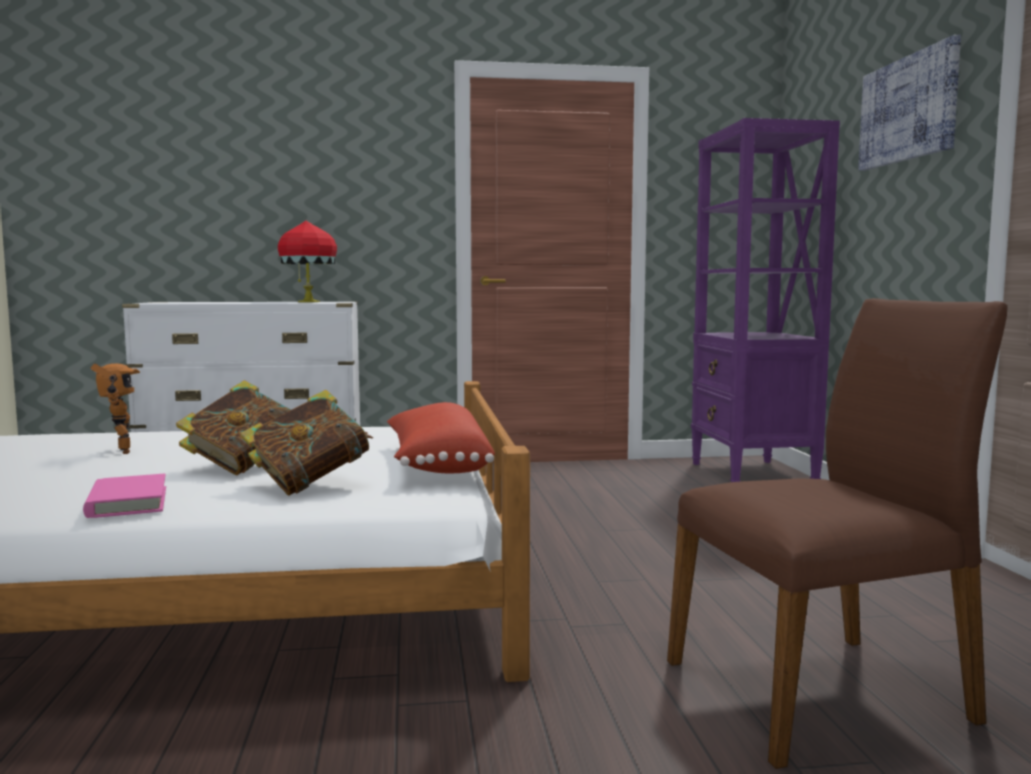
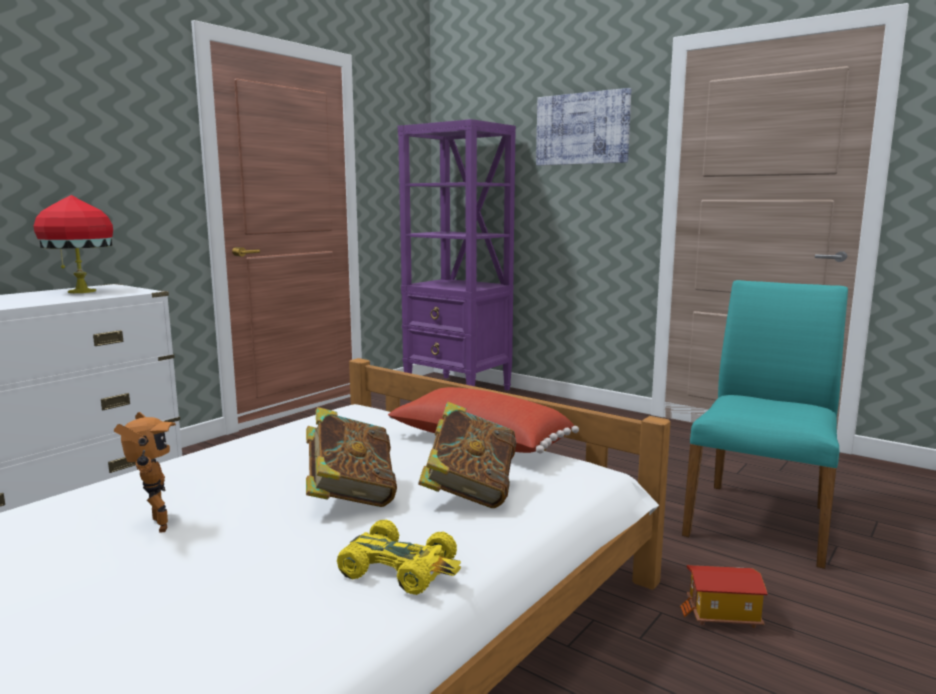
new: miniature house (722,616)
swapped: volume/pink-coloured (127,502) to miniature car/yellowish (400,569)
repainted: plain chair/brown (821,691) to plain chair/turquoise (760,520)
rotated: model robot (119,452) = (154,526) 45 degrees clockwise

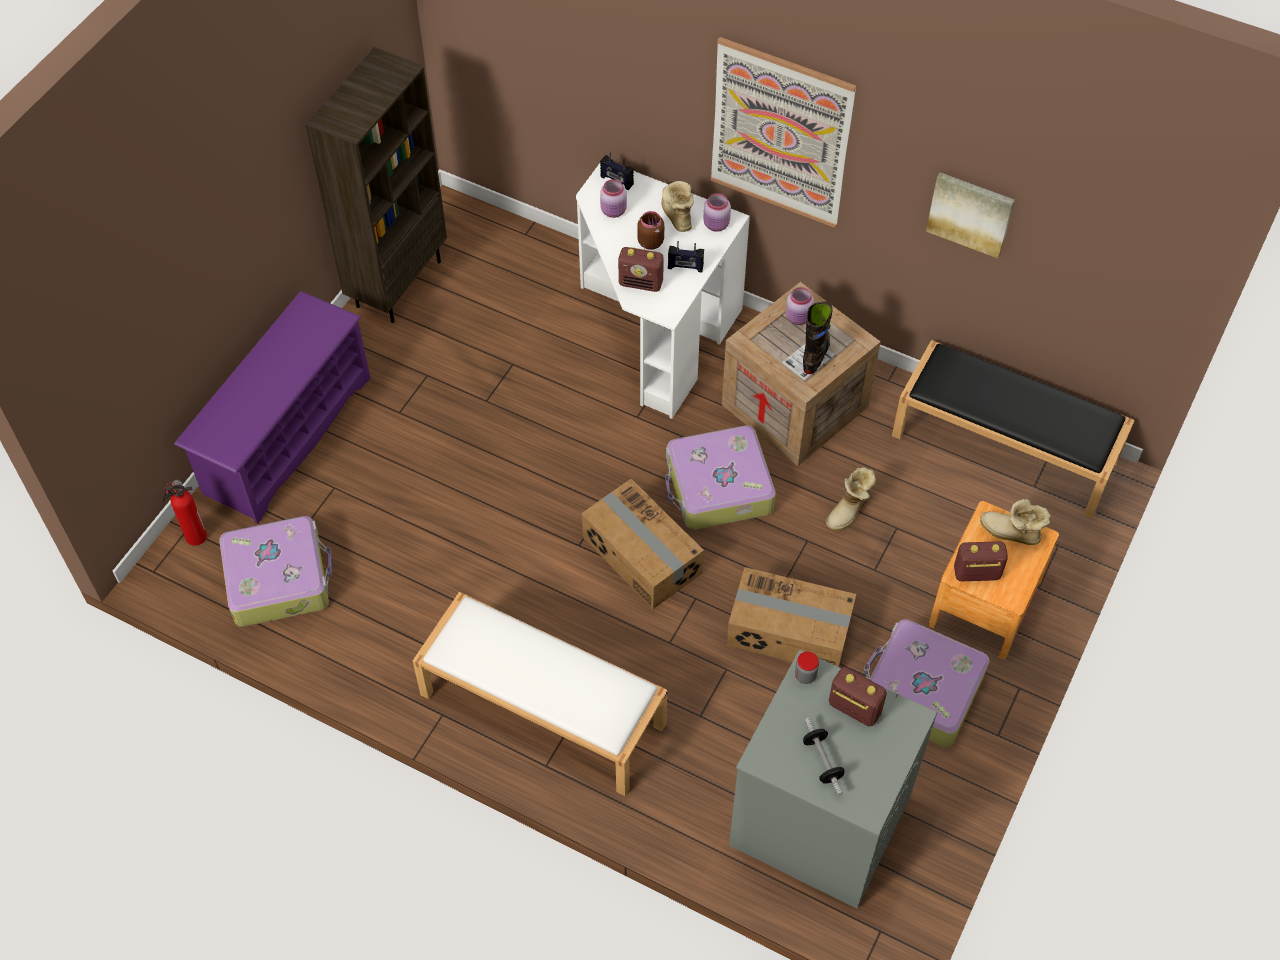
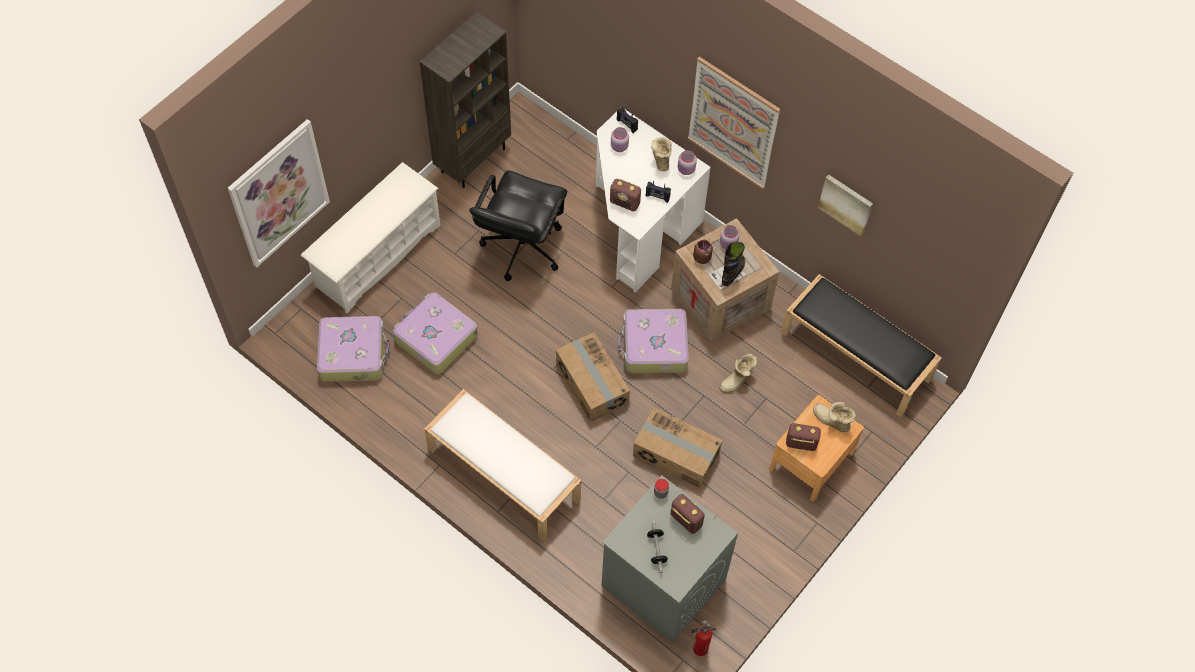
new: picture (279,193); office chair/black (521,247)
shifted: fire-fighting cylinder (194,537) to (699,648); preserve jar/brown (650,242) to (702,257); suitcase (920,691) to (435,338)
repainted: shoe shelf/purplish (287,435) to shoe shelf/white (377,255)

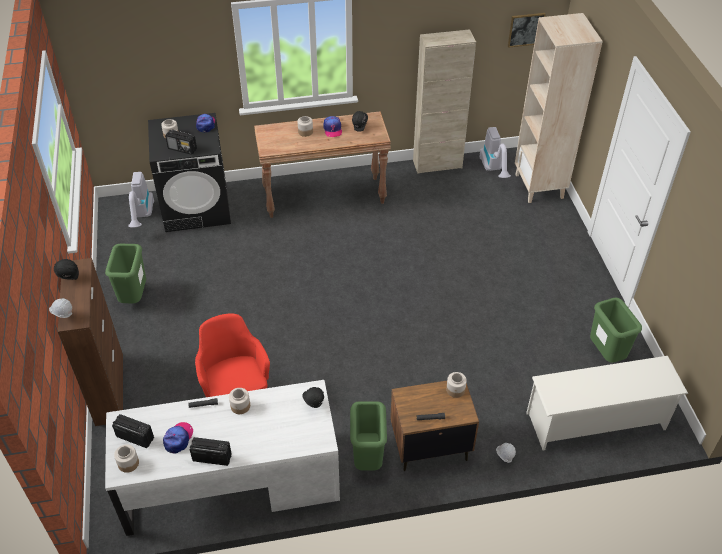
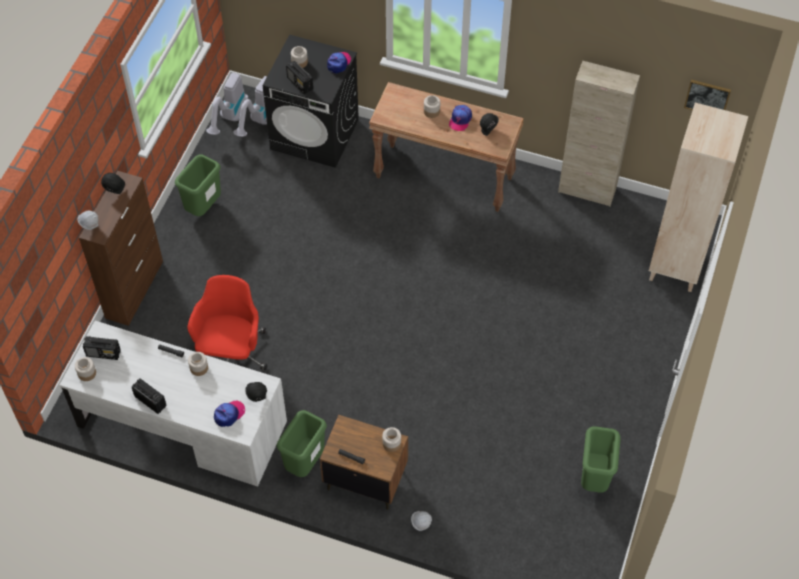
gone: shoe shelf/white (596,421)
shifted: peaked cap (178,438) to (229,414); vacuum (494,170) to (229,119)
rotated: radio receiver (135,437) = (104,353) 135 degrees clockwise

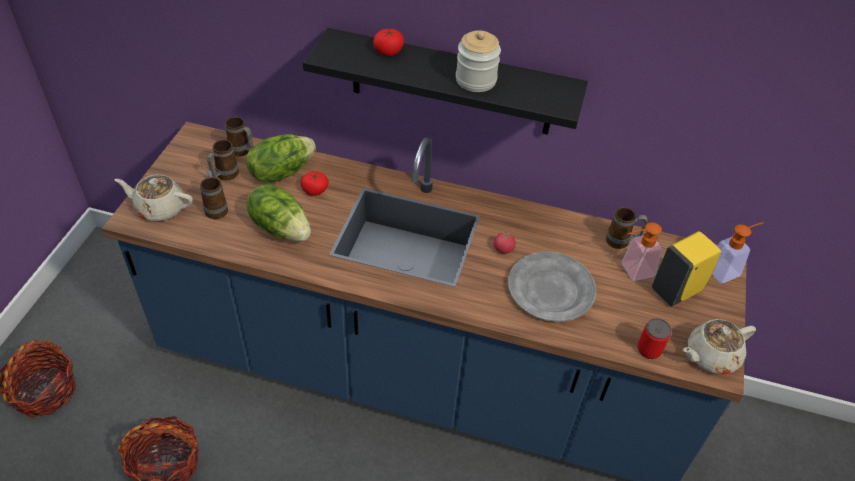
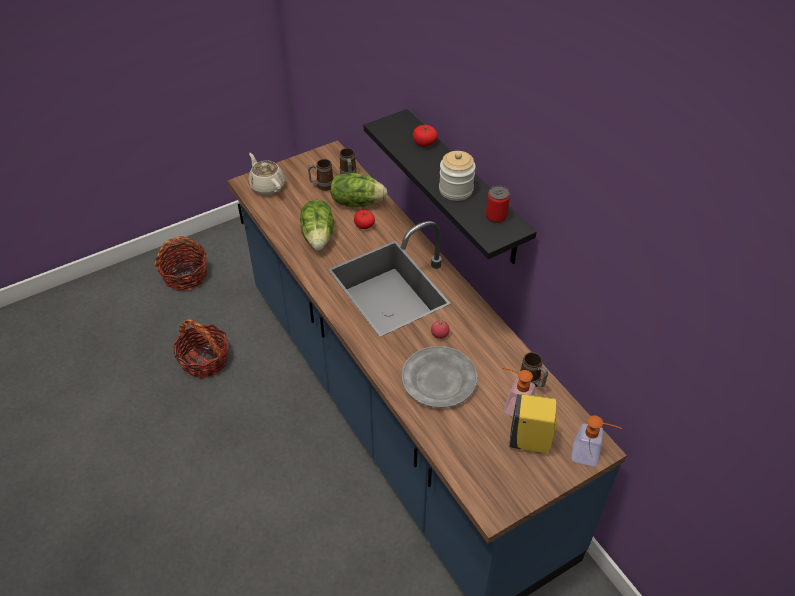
gone: tea mug (216,208); teapot/beige (710,356)
shifted: metal can (649,350) to (496,216)

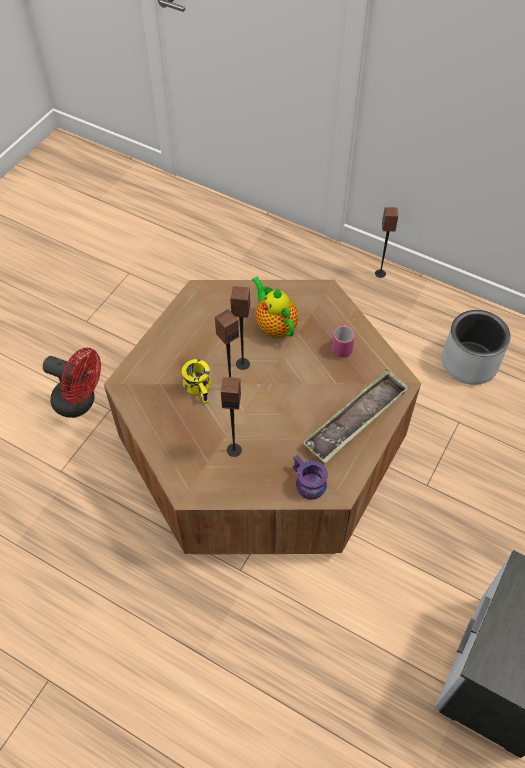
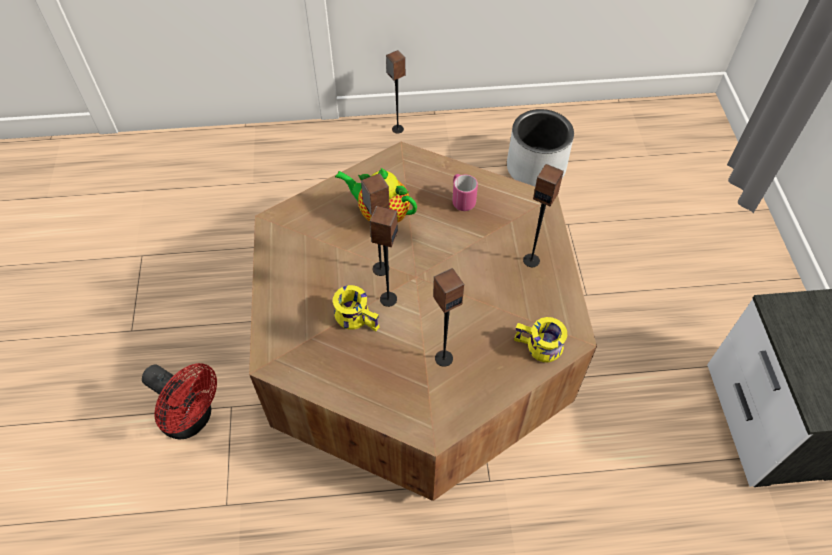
swapped: serving tray (356,420) to speaker (531,260)
repainted: tea mug/purplish (306,484) to tea mug/yellowish (538,348)
rotated: electric fan/red-coloured (80,402) = (192,419) 45 degrees clockwise

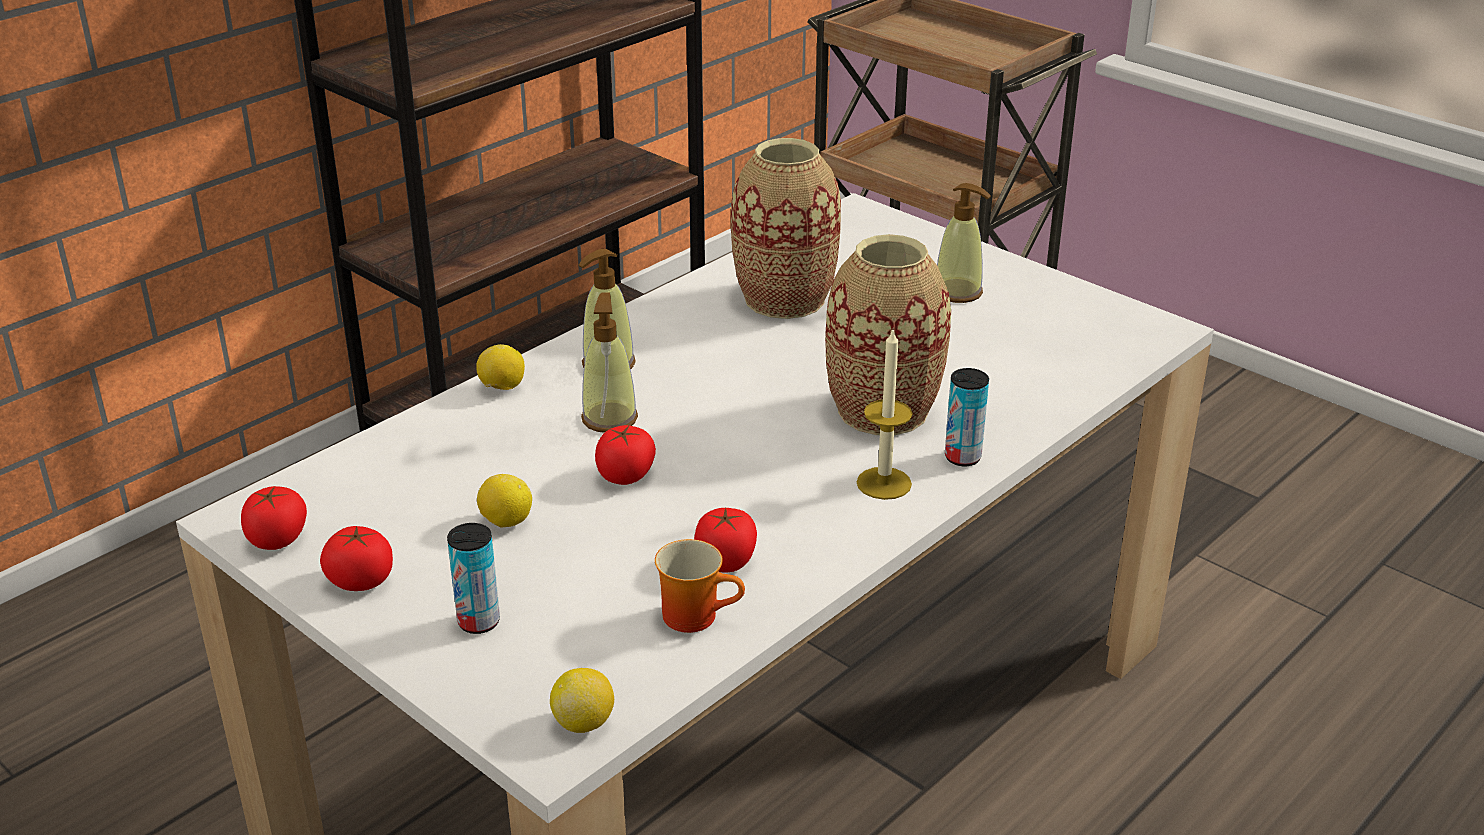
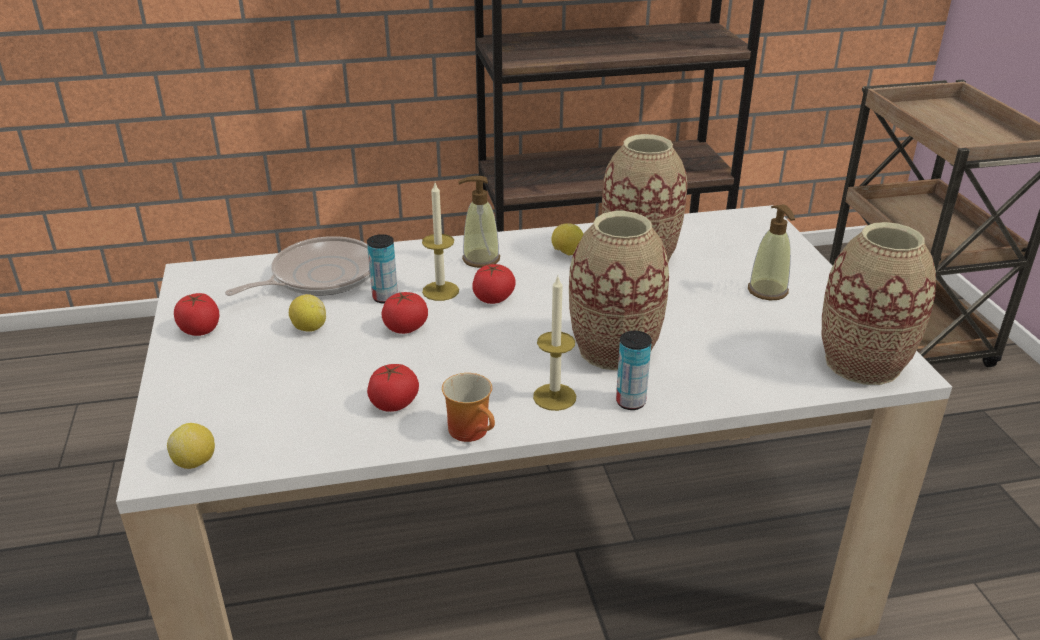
new: frying pan (319,277); flower vase (862,363)
shifted: fresh tomato (277,539) to (493,298); metal can (479,622) to (385,297); whole lemon (502,388) to (567,253); tea mug (697,614) to (473,431)
swapped: soap bottle (609,418) to wax light (440,291)

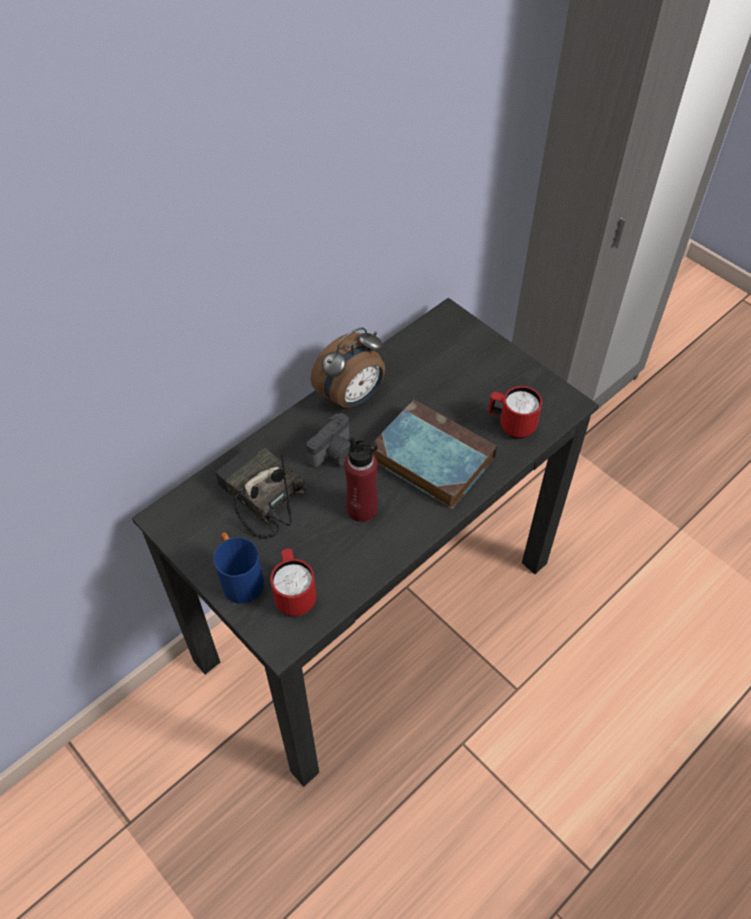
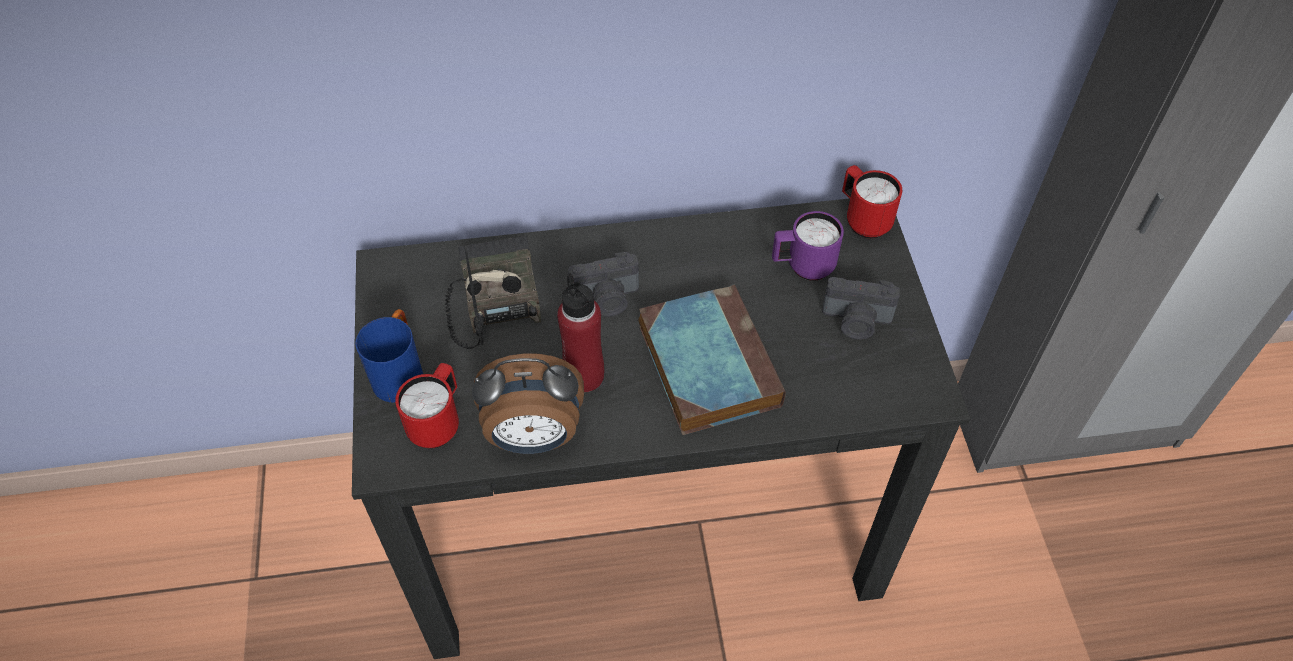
new: tea mug/purplish (802,267); photo camera (856,322)
shifted: table clock (352,397) to (533,437); tea mug/red-coloured (511,425) to (863,220)

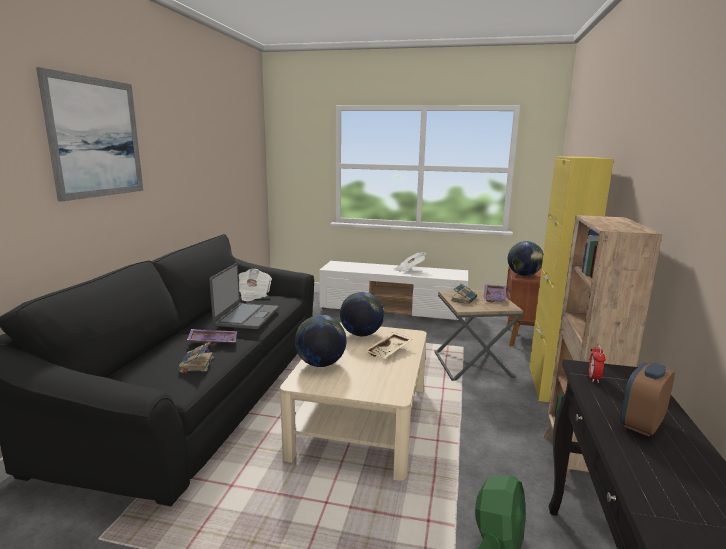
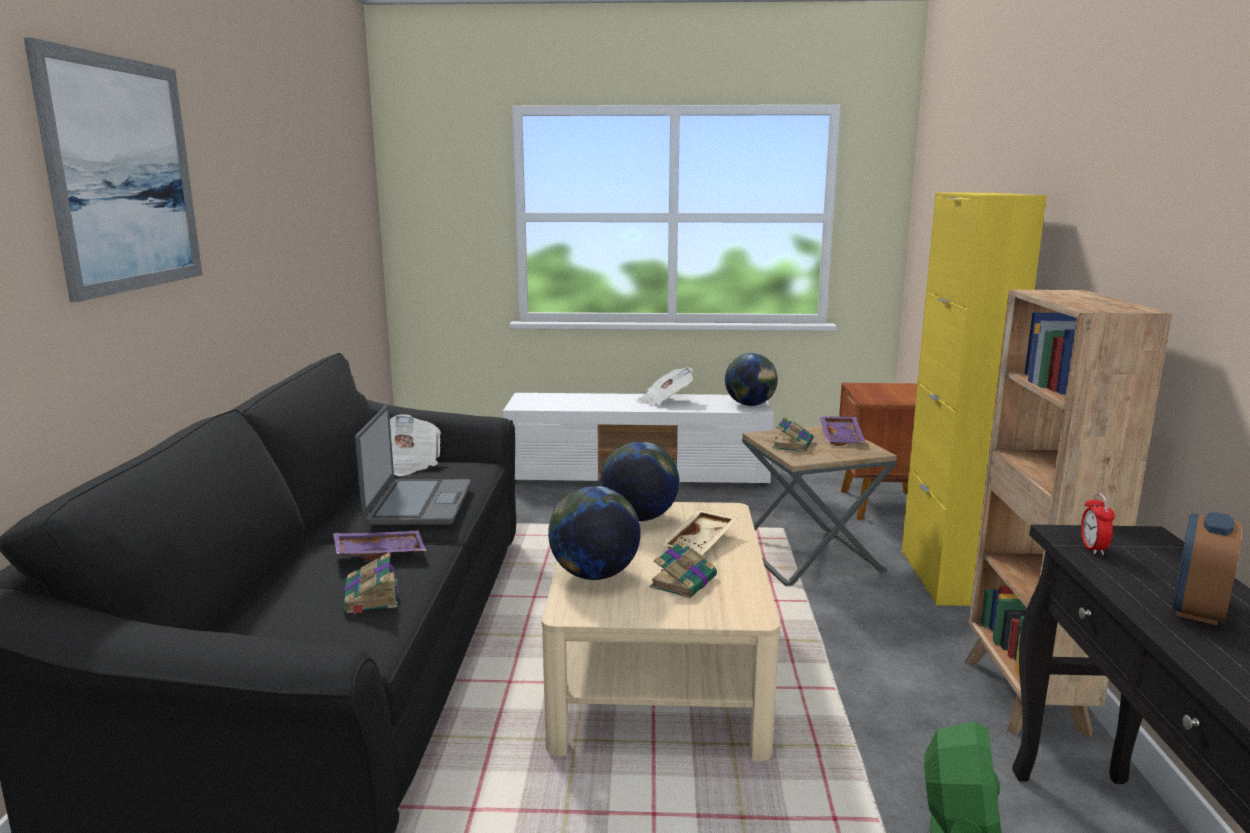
new: volume (684,581)
shifted: globe (523,275) to (750,405)

